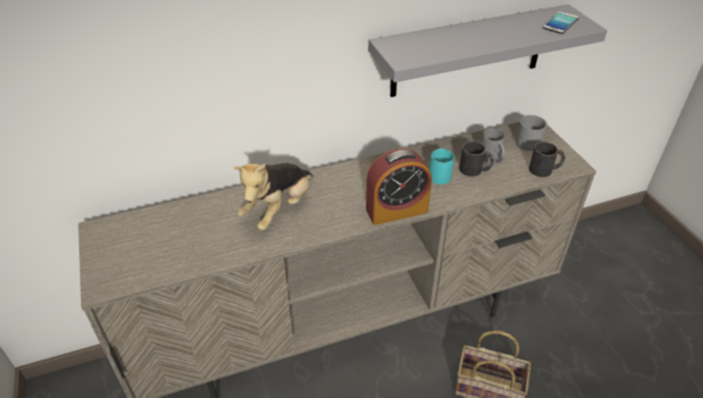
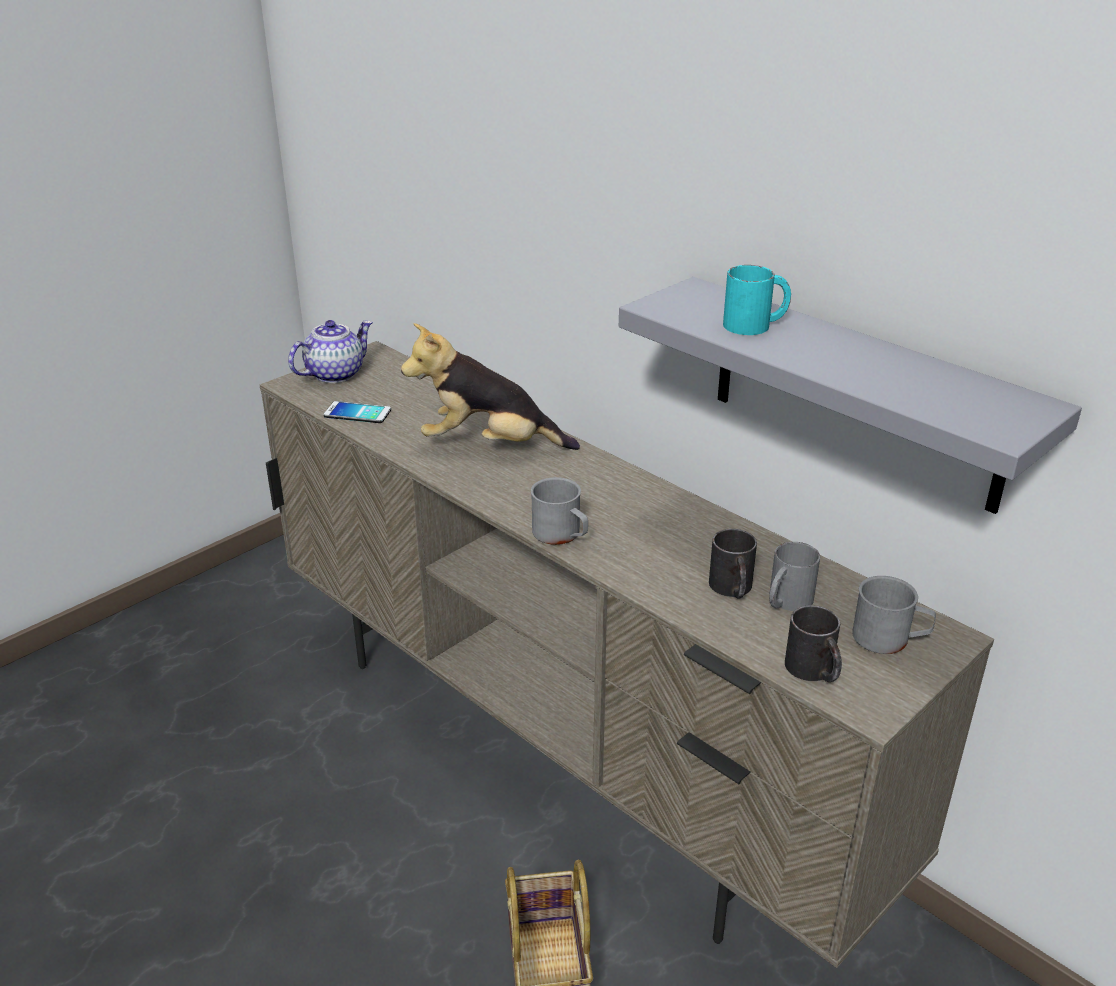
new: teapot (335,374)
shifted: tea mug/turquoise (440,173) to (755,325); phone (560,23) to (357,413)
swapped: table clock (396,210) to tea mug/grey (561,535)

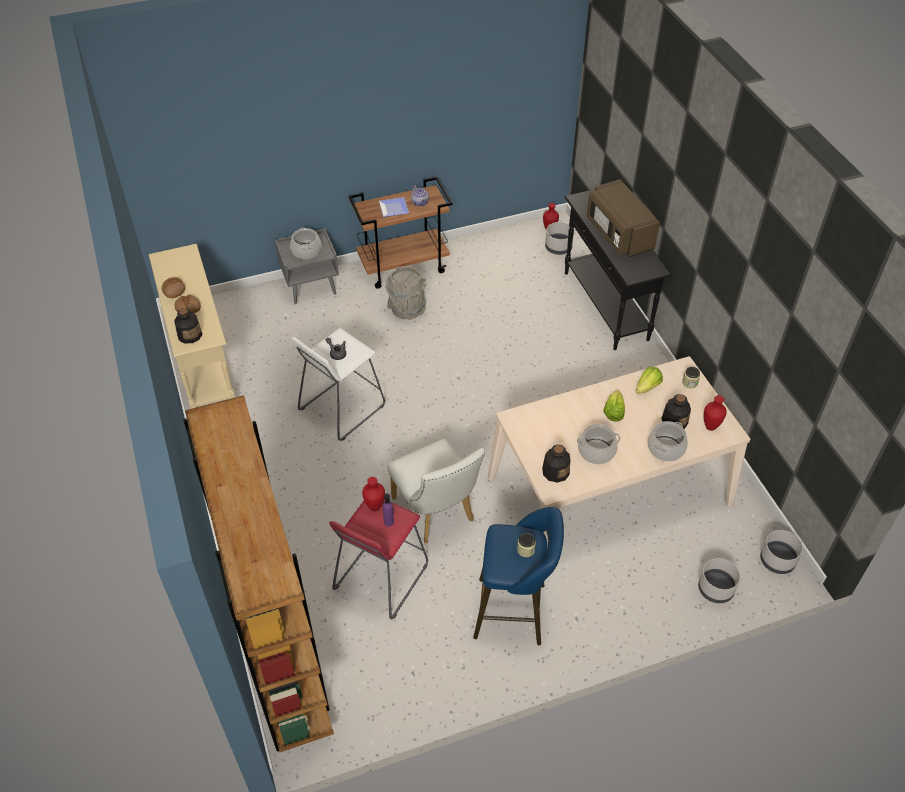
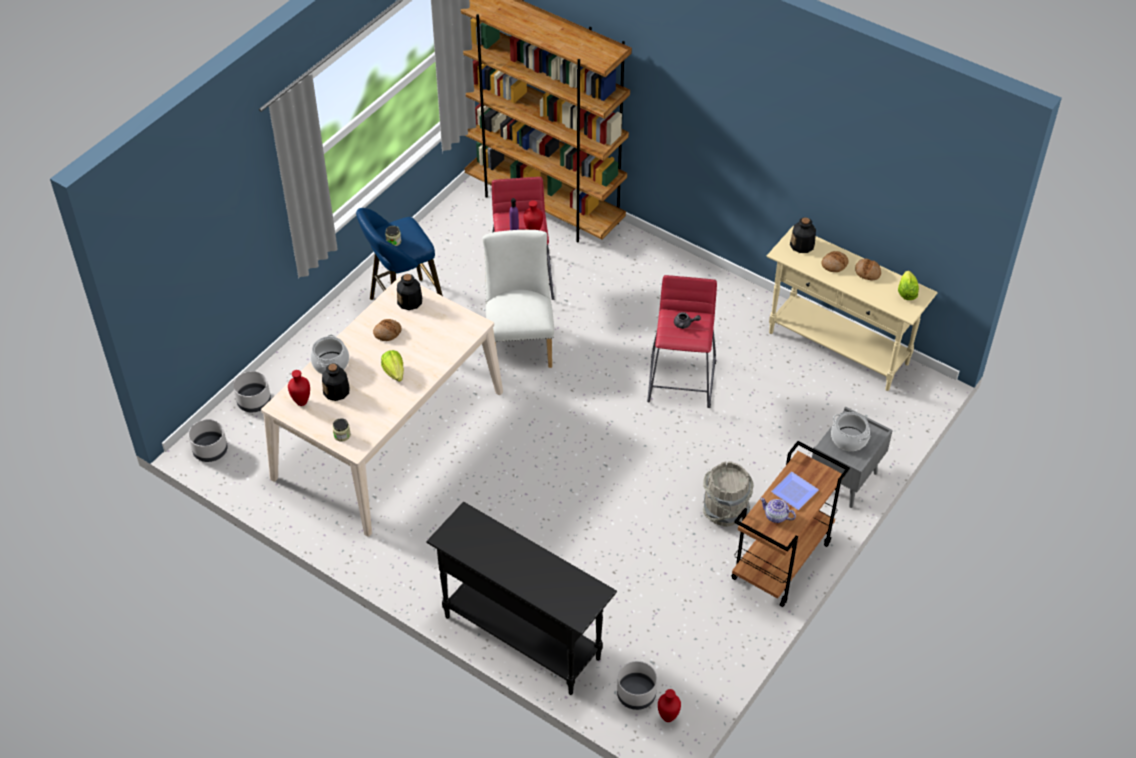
gone: microwave/brown (618,234)
shifted: lettuce (647,387) to (906,292)
swapped: cooking pot (596,452) to bread (387,332)
repainted: stool/white (342,408) to stool/red-coloured (681,380)
rotated: plain chair/white (436,513) = (519,341) 60 degrees clockwise

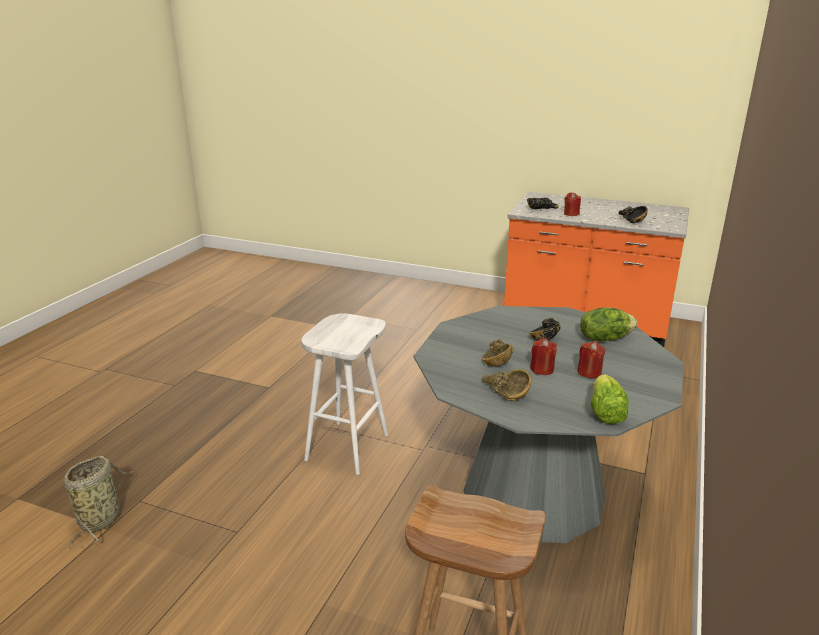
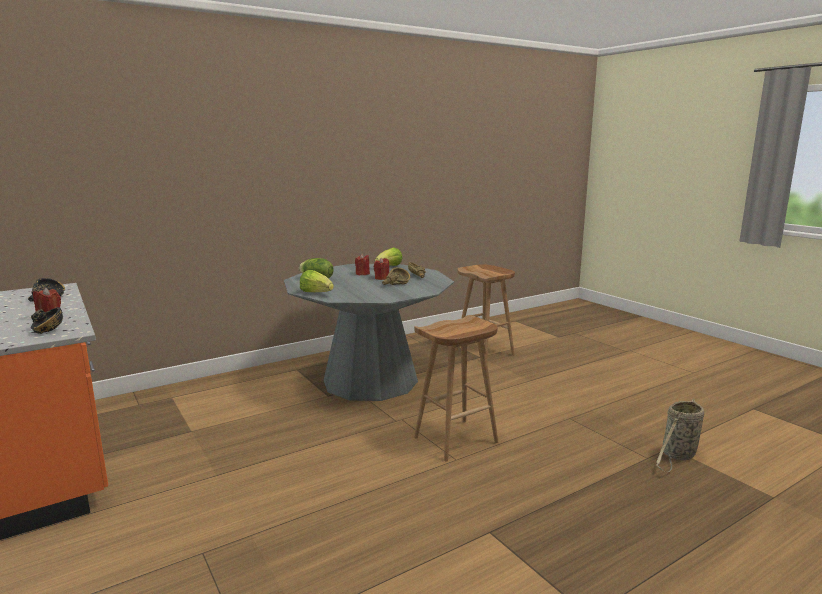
gone: bowl/black (546,336)
new: lettuce (316,293)
repainted: stool/white (347,446) to stool/brown (455,440)

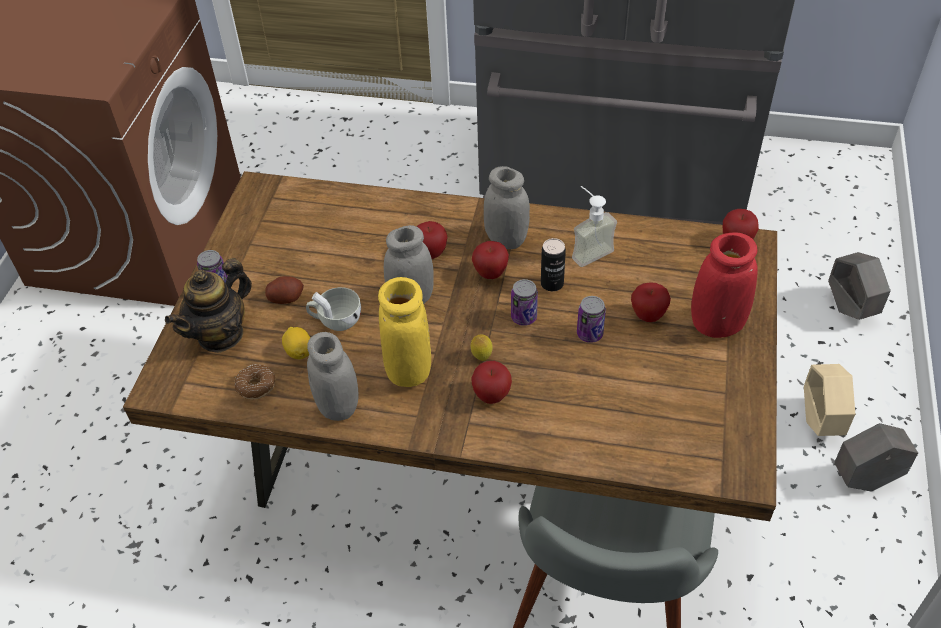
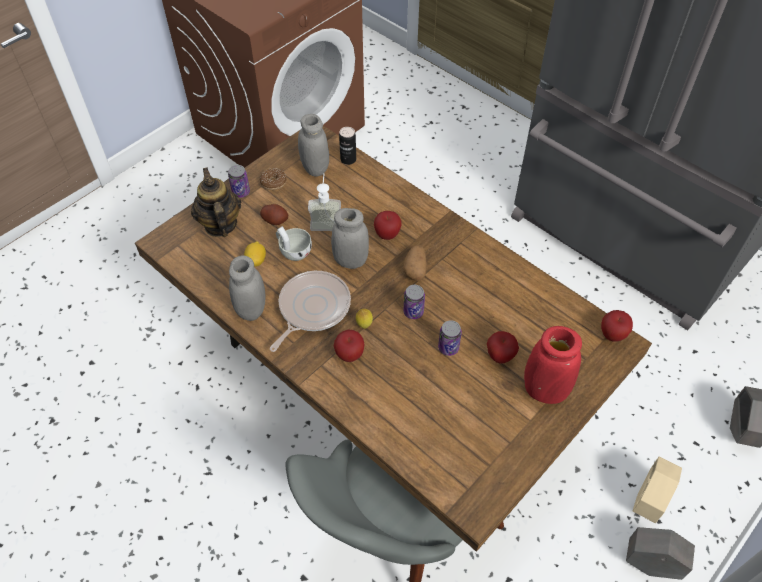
shifted: doughnut (256,386) to (273,182); preserve jar/grey (506,239) to (315,168); metal can (552,284) to (348,159); soap bottle (587,250) to (326,221)
swapped: flower vase/yellowish (408,369) to frying pan (312,308); whole apple (490,273) to spud (415,269)
rotated: teapot (220,334) = (220,225) 90 degrees clockwise

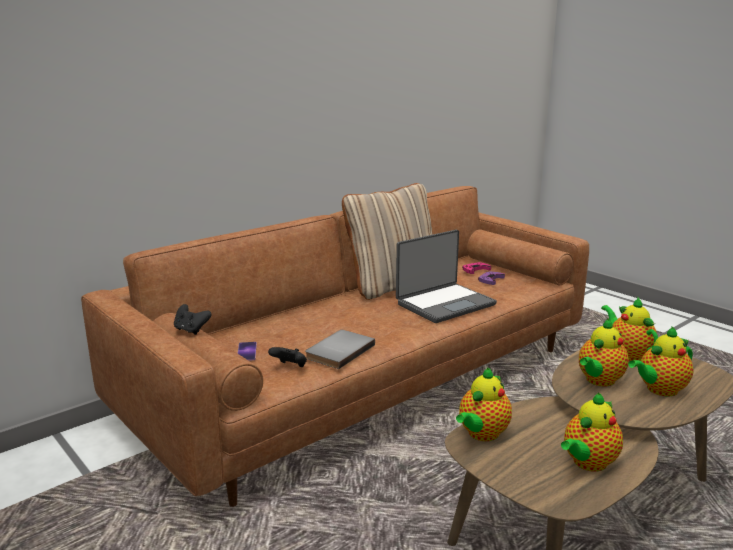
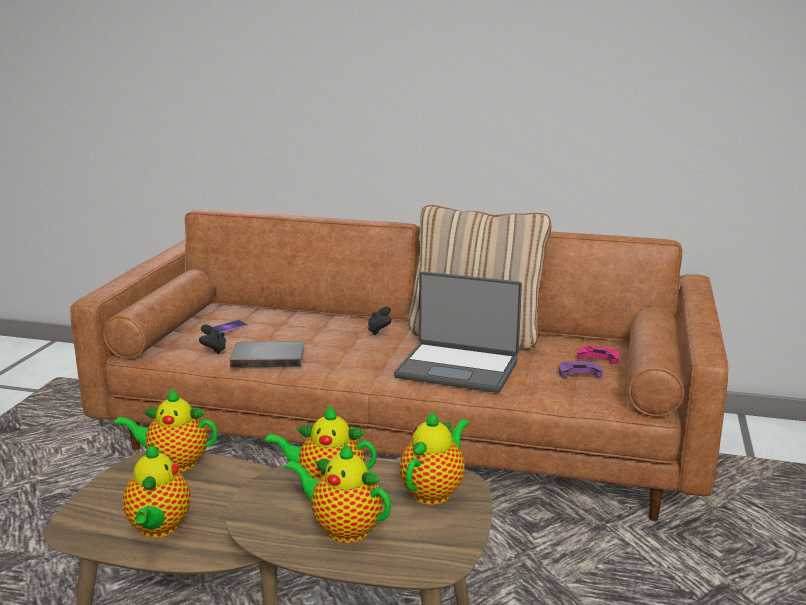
shifted: joypad/black (191,330) to (379,331)
rotated: teapot (588,463) = (158,529) 105 degrees counterclockwise

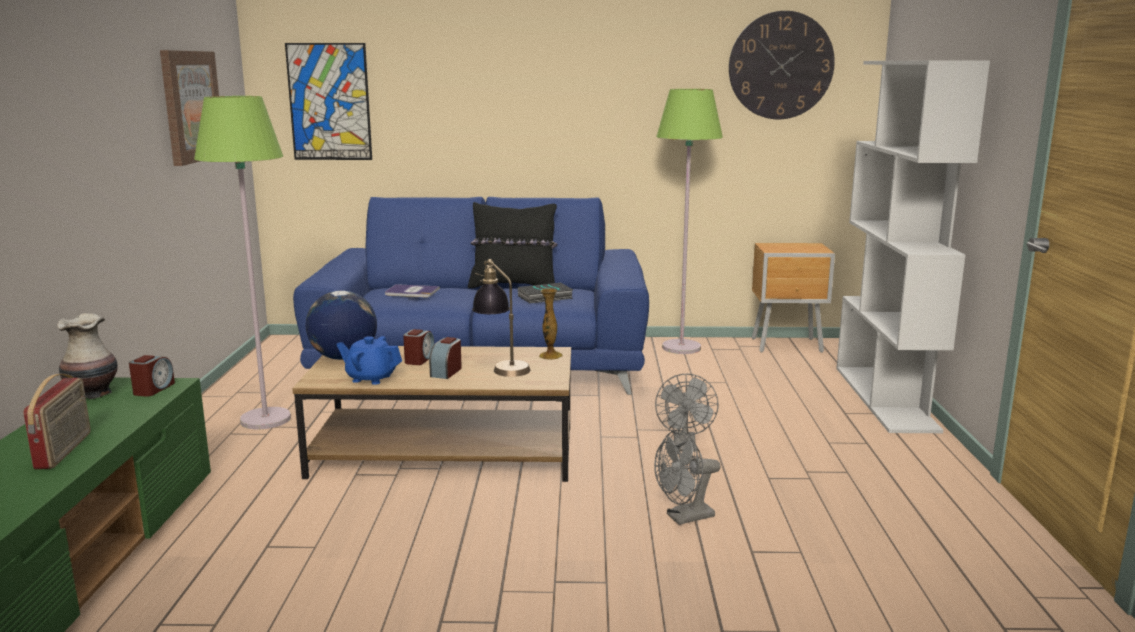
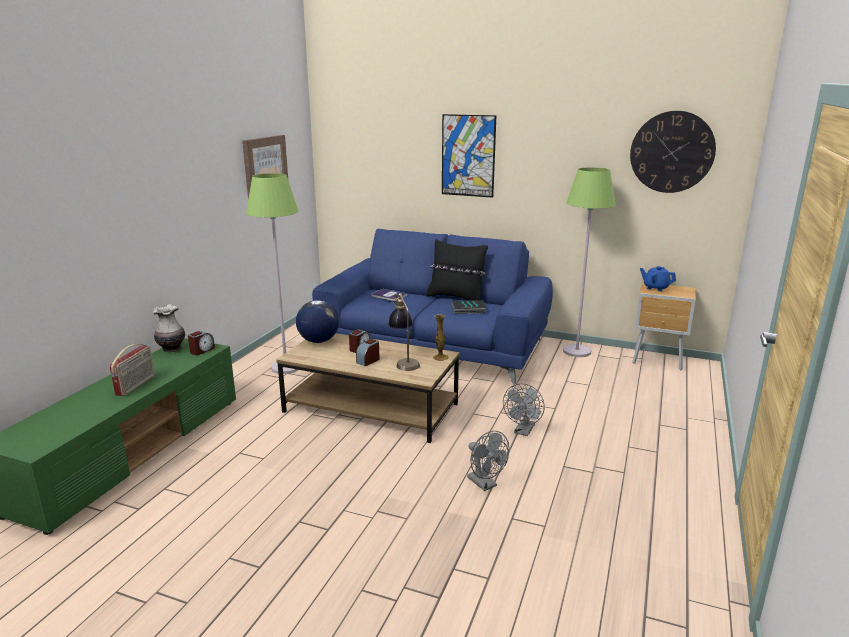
gone: bookshelf/white (886,398)
shifted: picture (329,102) to (468,156); teapot/bluish (371,378) to (655,288)
rotated: electric fan/grey (684,518) = (485,484) 120 degrees counterclockwise

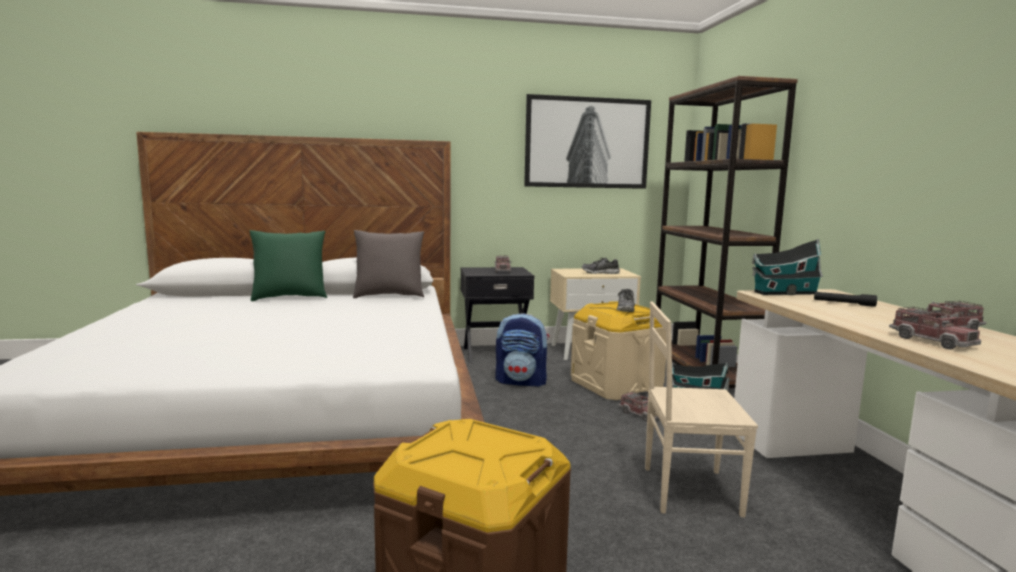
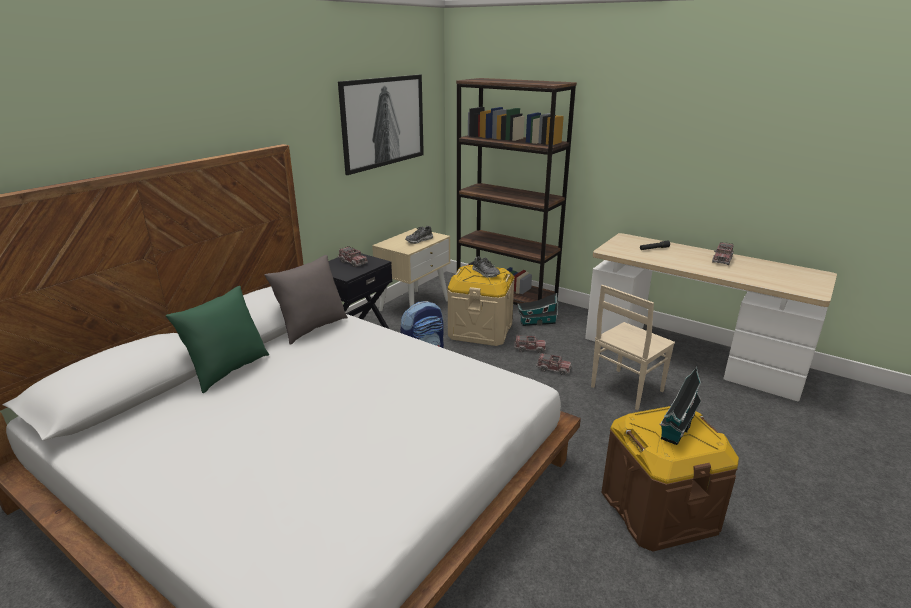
shifted: miniature house (783,293) to (677,427); toy lorry (932,341) to (553,369)

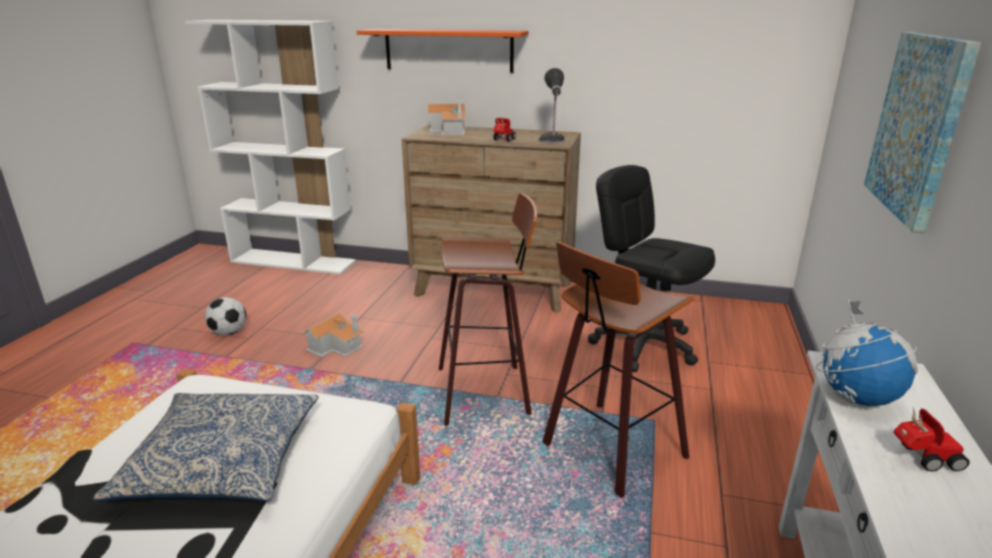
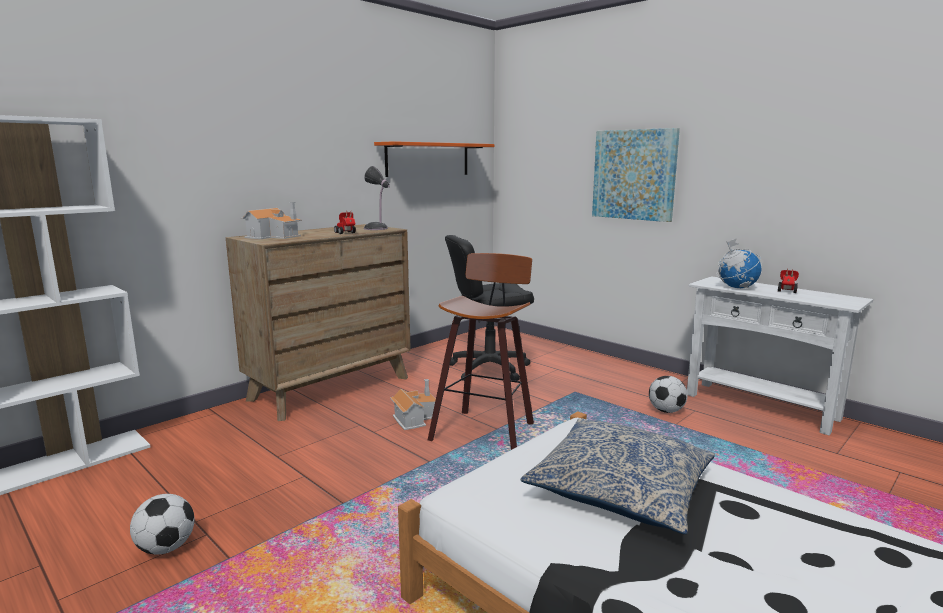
gone: stool (609,450)
new: football (666,411)
shifted: miniature house (336,346) to (414,417); wall shelf/orangey (448,50) to (428,159)

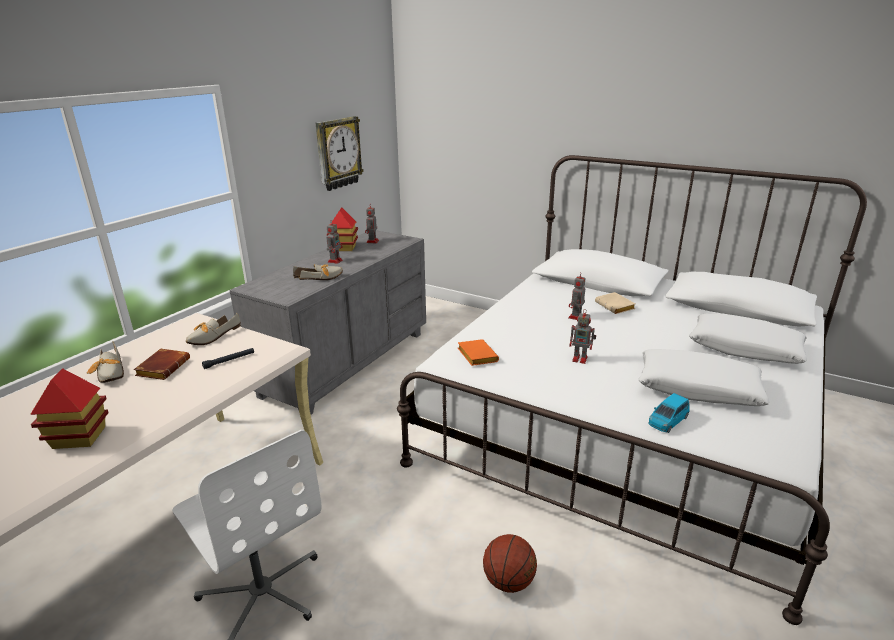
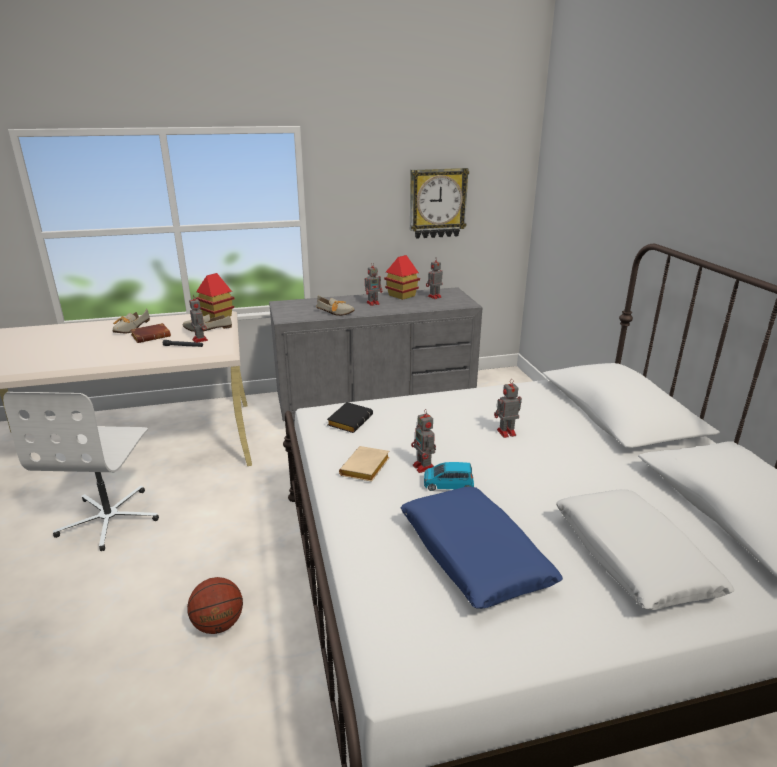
new: model robot (199,339)
shifted: miniature house (79,437) to (217,316); volume/beige (616,306) to (366,469); miniature car/bluish (667,421) to (448,485)
repainted: volume/orangey (476,356) to volume/black (349,420); throw pillow/white (698,388) to throw pillow/bluish (473,556)

